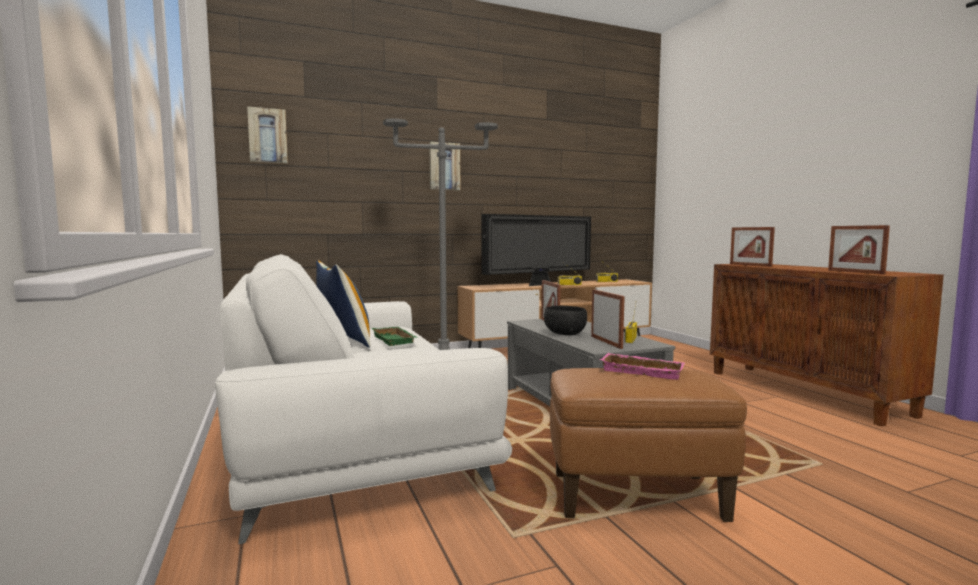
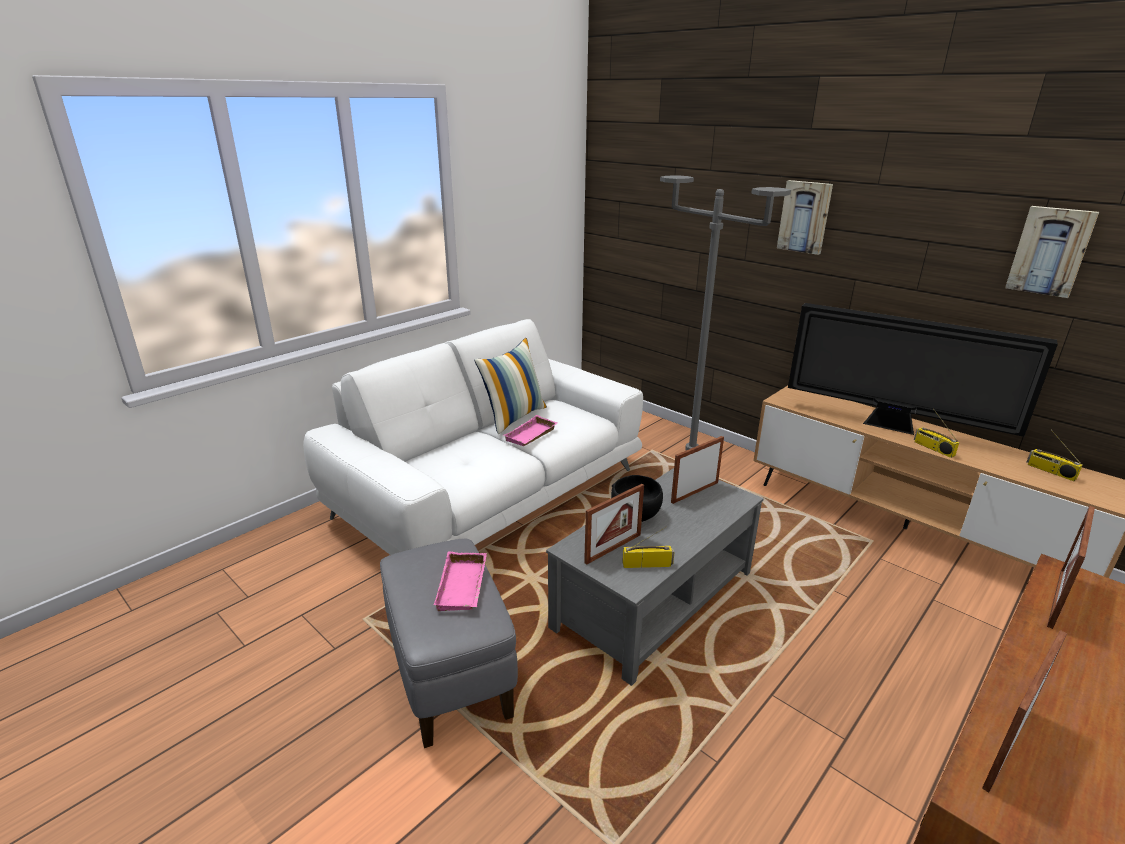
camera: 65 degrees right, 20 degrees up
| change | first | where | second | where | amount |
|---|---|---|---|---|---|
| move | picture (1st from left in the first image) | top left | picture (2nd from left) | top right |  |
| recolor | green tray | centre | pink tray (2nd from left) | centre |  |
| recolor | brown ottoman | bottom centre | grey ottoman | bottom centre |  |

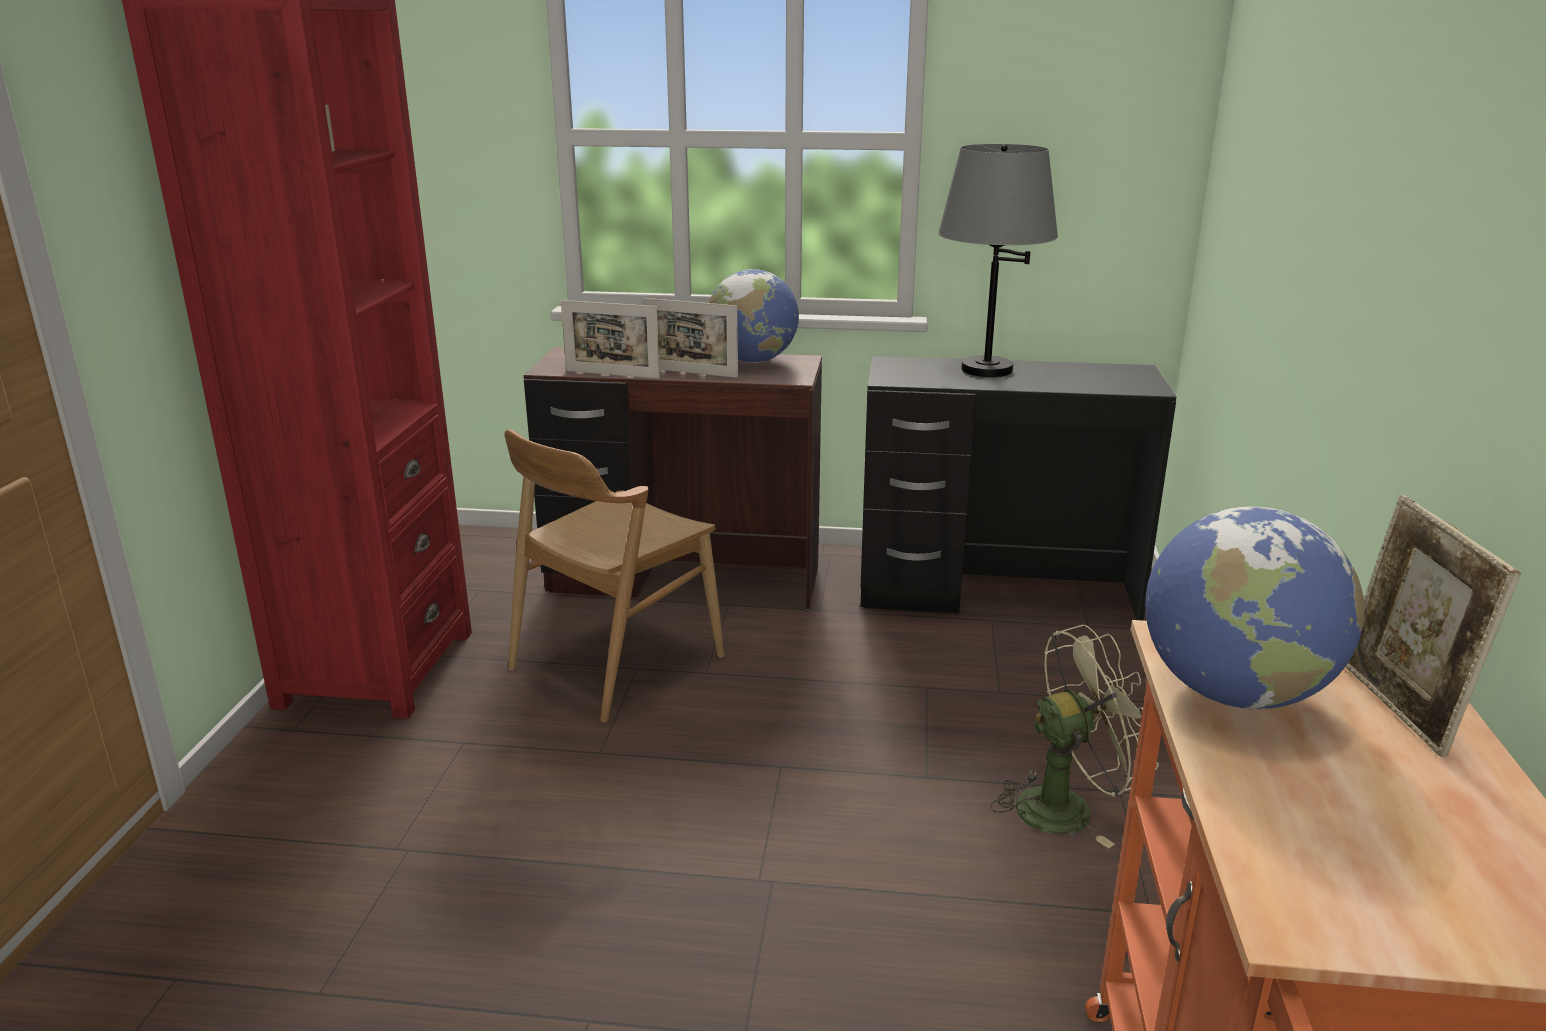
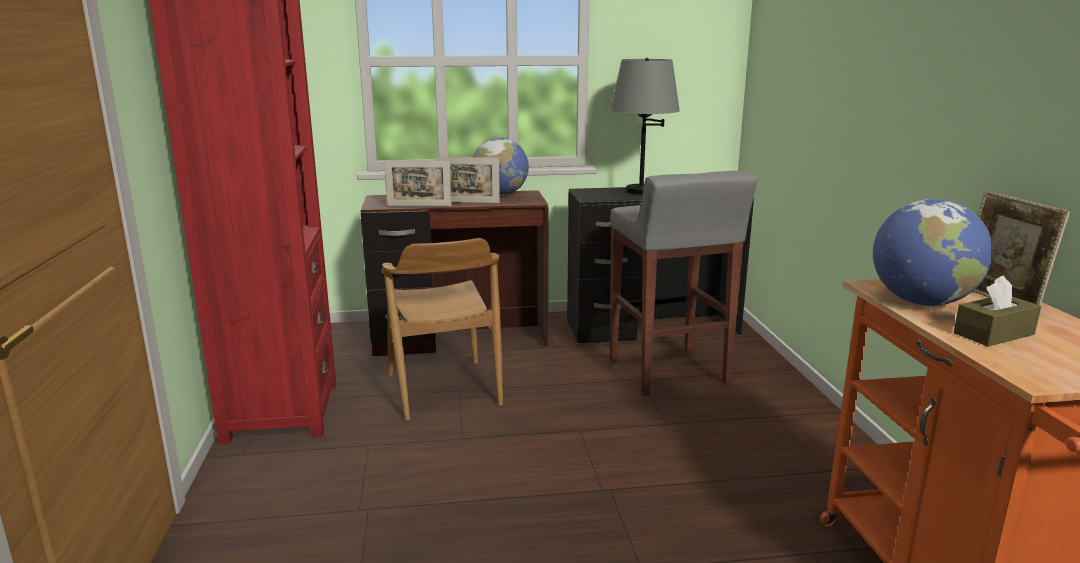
camera: 15 degrees left, 5 degrees down
| change | first | where | second | where | amount |
|---|---|---|---|---|---|
| rotate | brown chair | centre |  | centre | 45 degrees counterclockwise |
| delete | green fan | bottom right |  |  |  |
| insert |  |  | grey stool | centre |  |
| insert |  |  | brown tissue box | middle right |  |

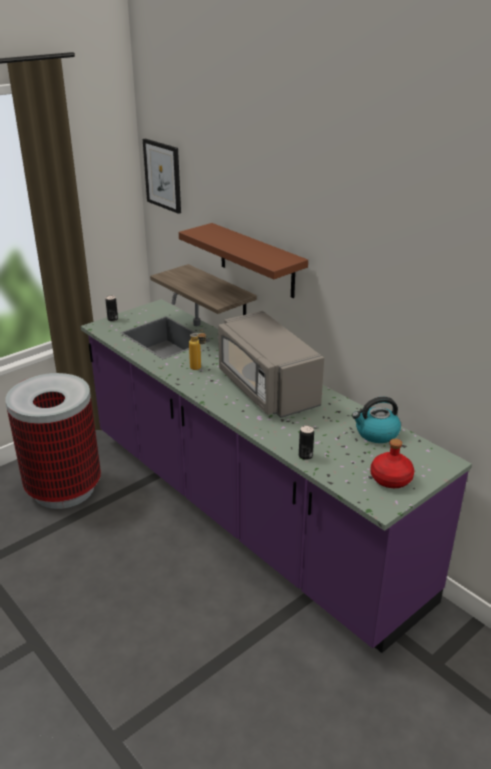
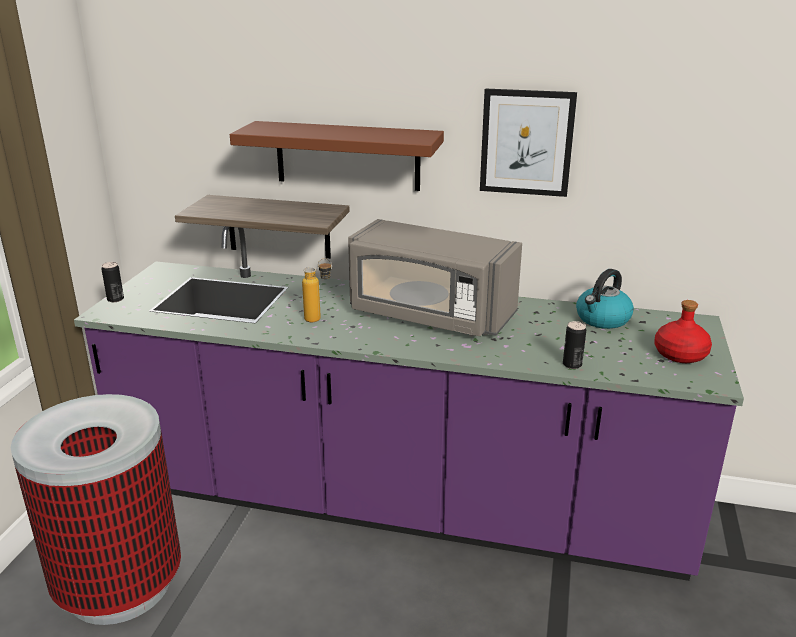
camera: 35 degrees left, 5 degrees down
| change | first | where | second | where | amount |
|---|---|---|---|---|---|
| move | picture | top left |  | top centre |  |

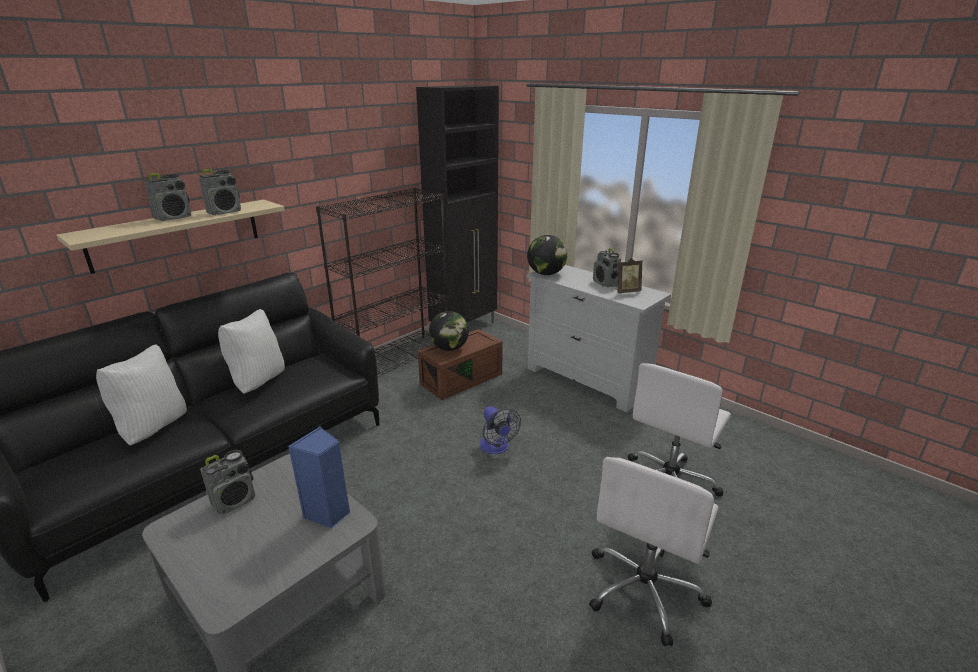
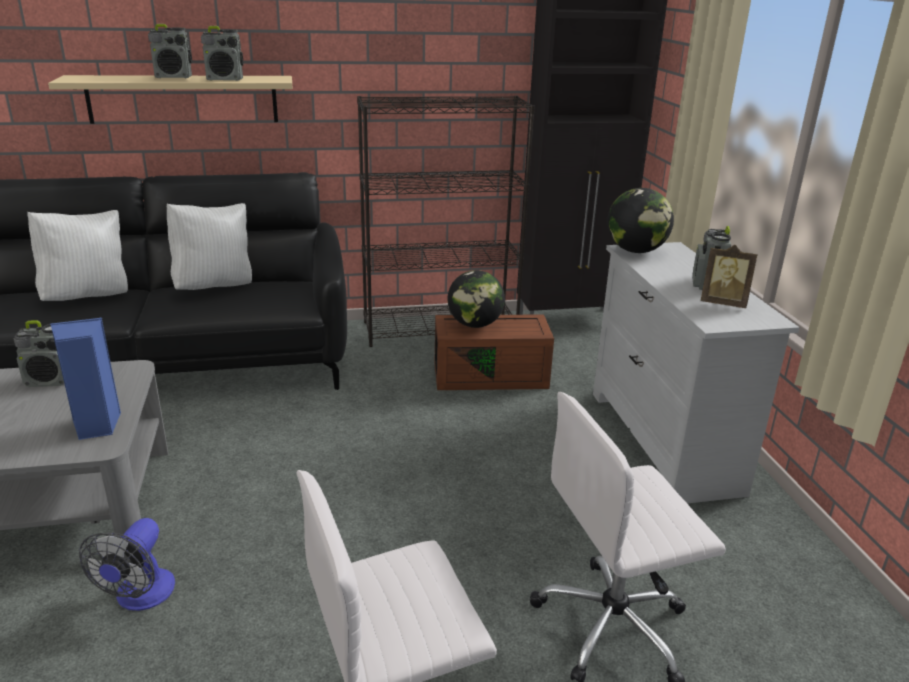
camera: 35 degrees right, 0 degrees up
| change | first | where | second | where | amount |
|---|---|---|---|---|---|
| move | fan | centre |  | bottom left |  |

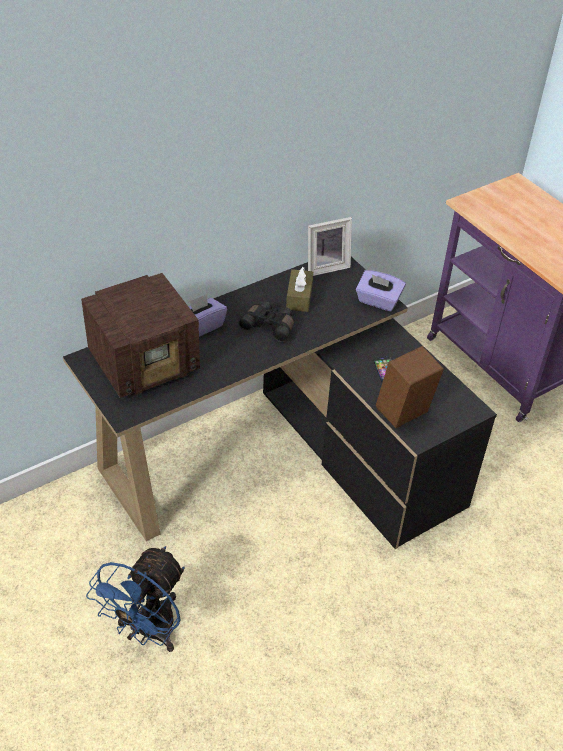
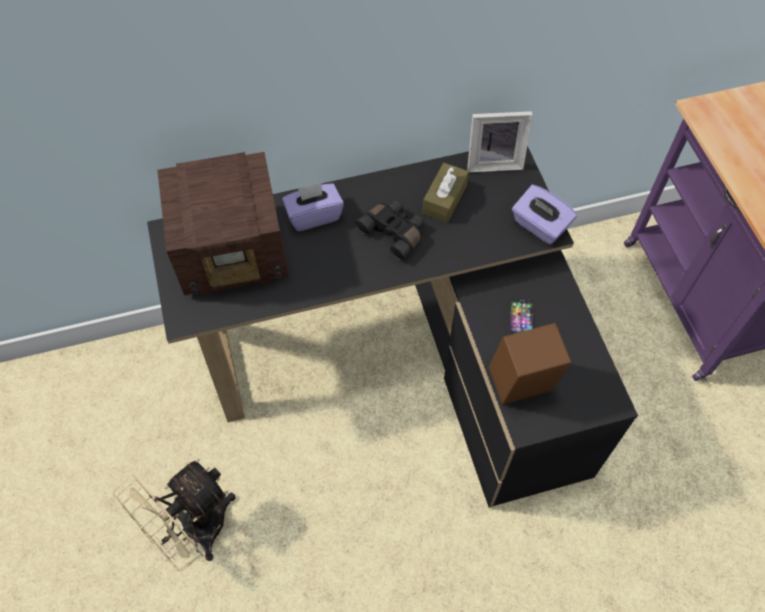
camera: 20 degrees right, 15 degrees up
| change | first | where | second | where | amount |
|---|---|---|---|---|---|
| recolor | blue fan | bottom left | beige fan | bottom left |  |

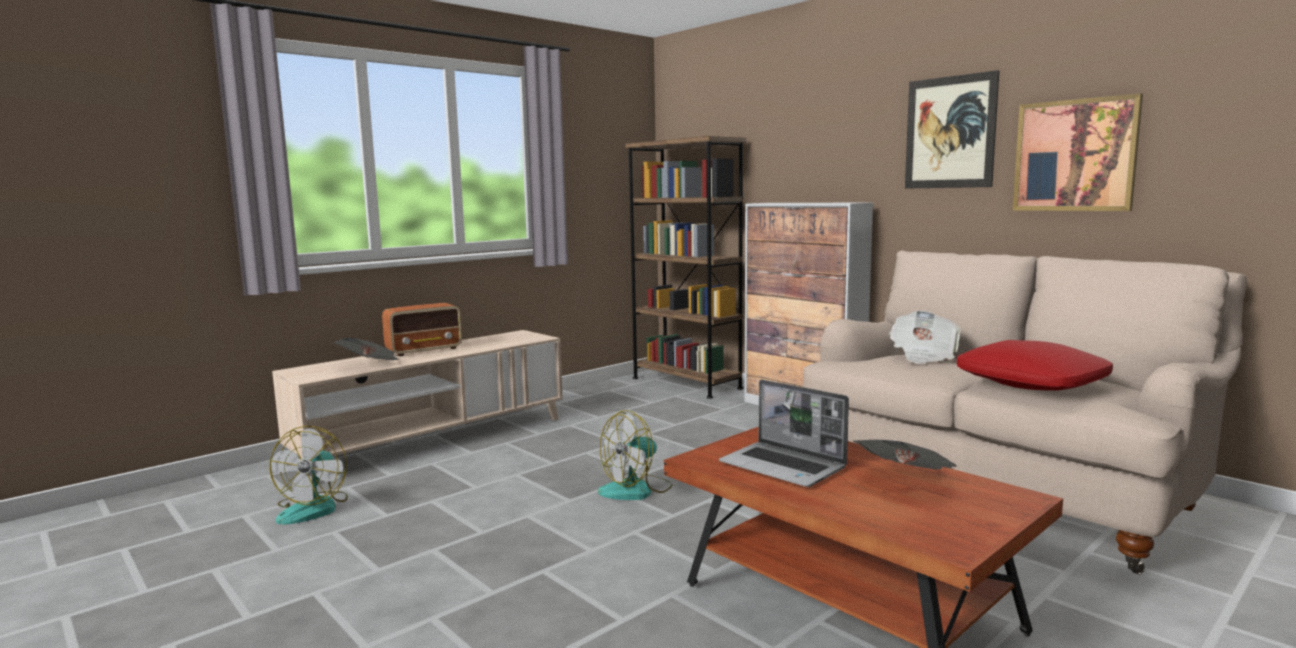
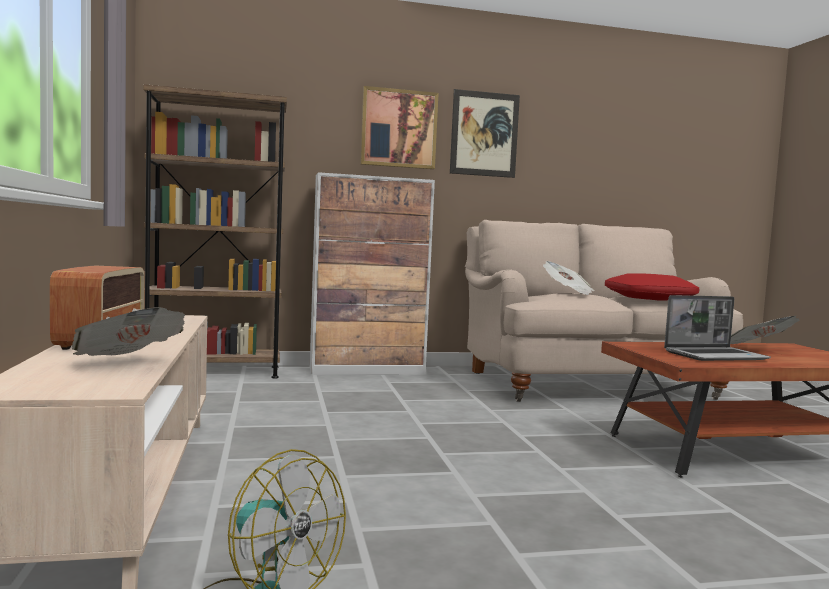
camera: 60 degrees left, 5 degrees down
| change | first | where | second | where | amount |
|---|---|---|---|---|---|
| move | picture (2nd from left in the first image) | top right | picture (1st from left) | top centre |  |
| delete | fan (2nd from left) | bottom centre |  |  |  |

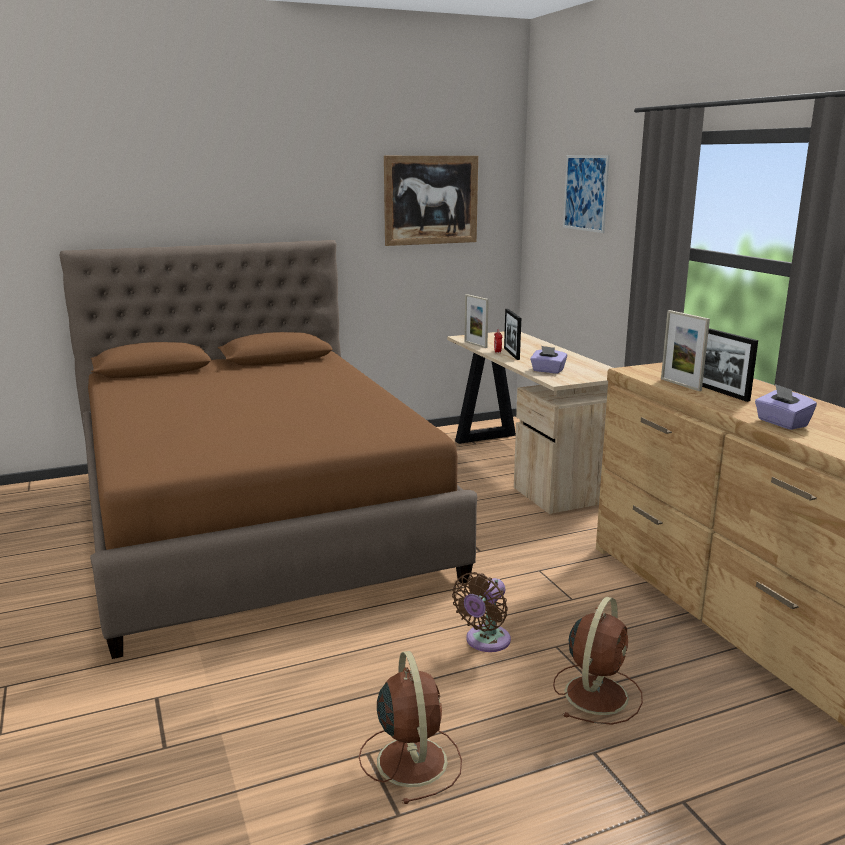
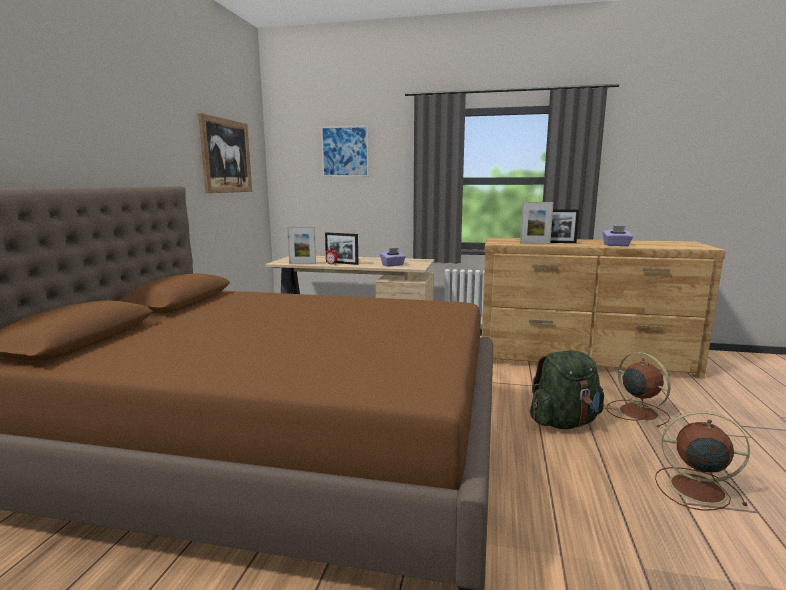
camera: 55 degrees left, 5 degrees down
| change | first | where | second | where | amount |
|---|---|---|---|---|---|
| replace | brown fan (2nd from left) | bottom centre | green backpack | middle right |  |

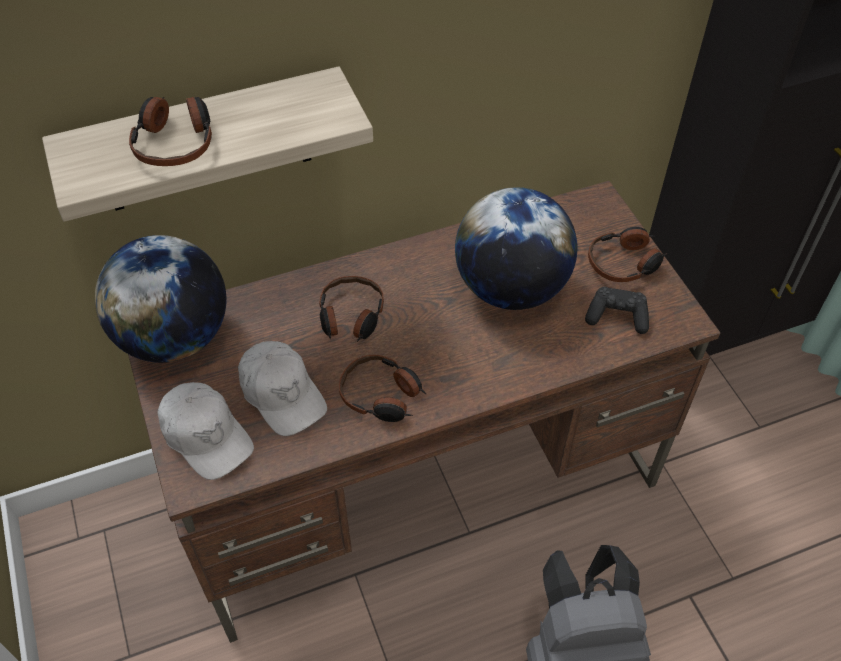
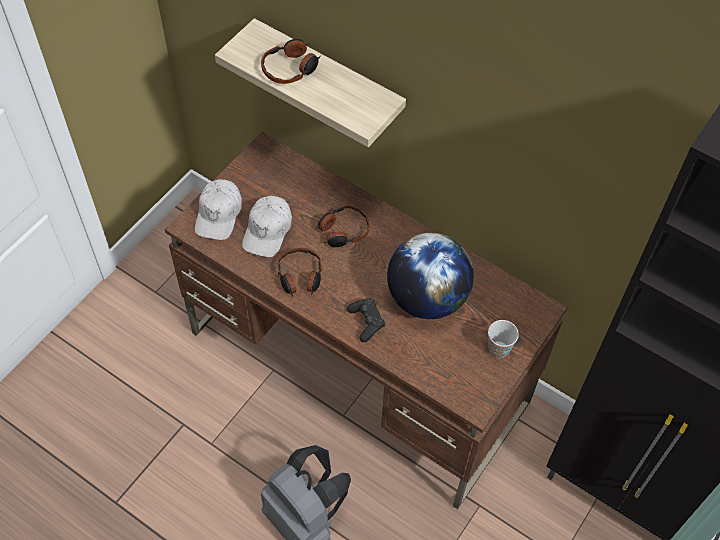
camera: 55 degrees right, 5 degrees up
| change | first | where | second | where | amount |
|---|---|---|---|---|---|
| replace | headphones (4th from left) | middle right | cup | middle right |  |
| delete | globe (1st from left) | middle left |  |  |  |
| move | black game controller | middle right |  | centre |  |

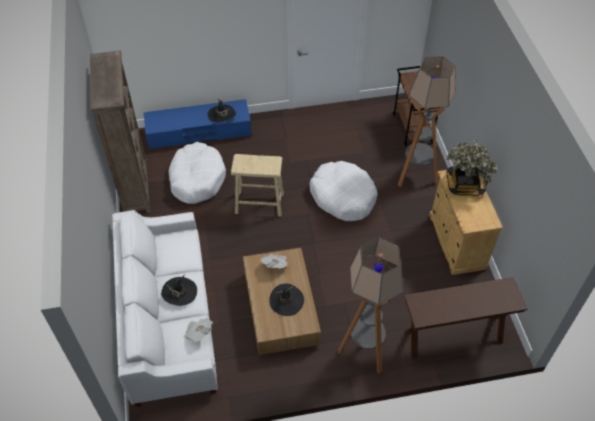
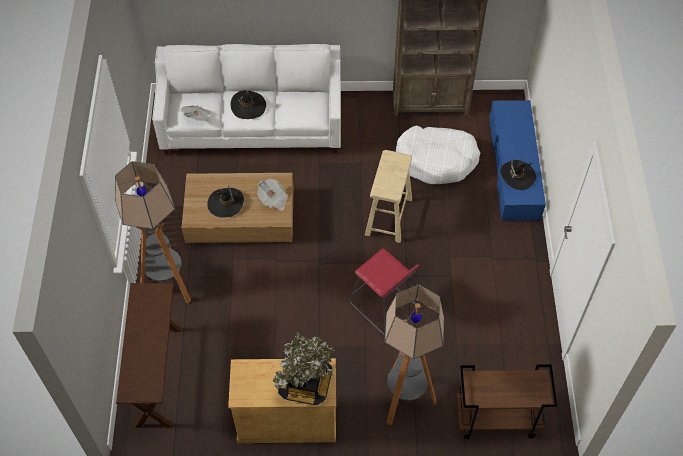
camera: 100 degrees right, 5 degrees up
| change | first | where | second | where | amount |
|---|---|---|---|---|---|
| replace | white dog bed (2nd from left) | centre | red stool | centre |  |

